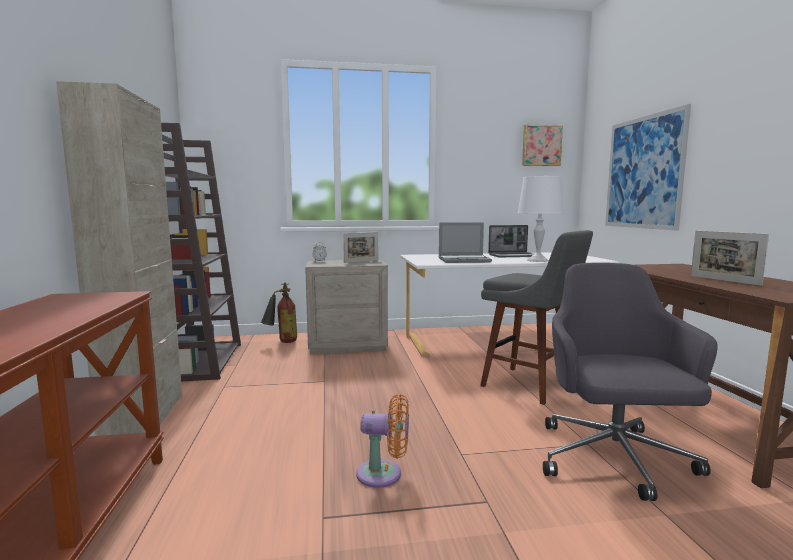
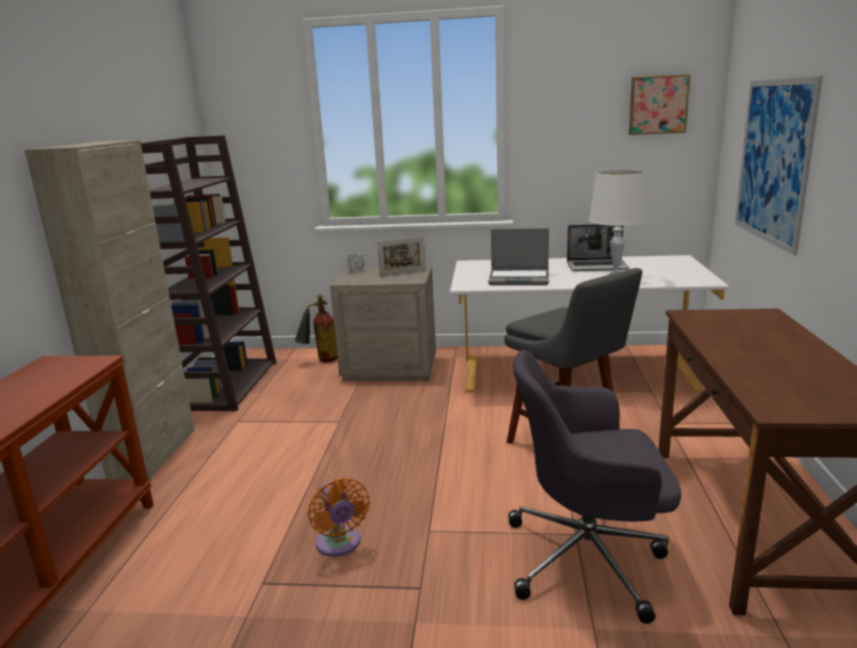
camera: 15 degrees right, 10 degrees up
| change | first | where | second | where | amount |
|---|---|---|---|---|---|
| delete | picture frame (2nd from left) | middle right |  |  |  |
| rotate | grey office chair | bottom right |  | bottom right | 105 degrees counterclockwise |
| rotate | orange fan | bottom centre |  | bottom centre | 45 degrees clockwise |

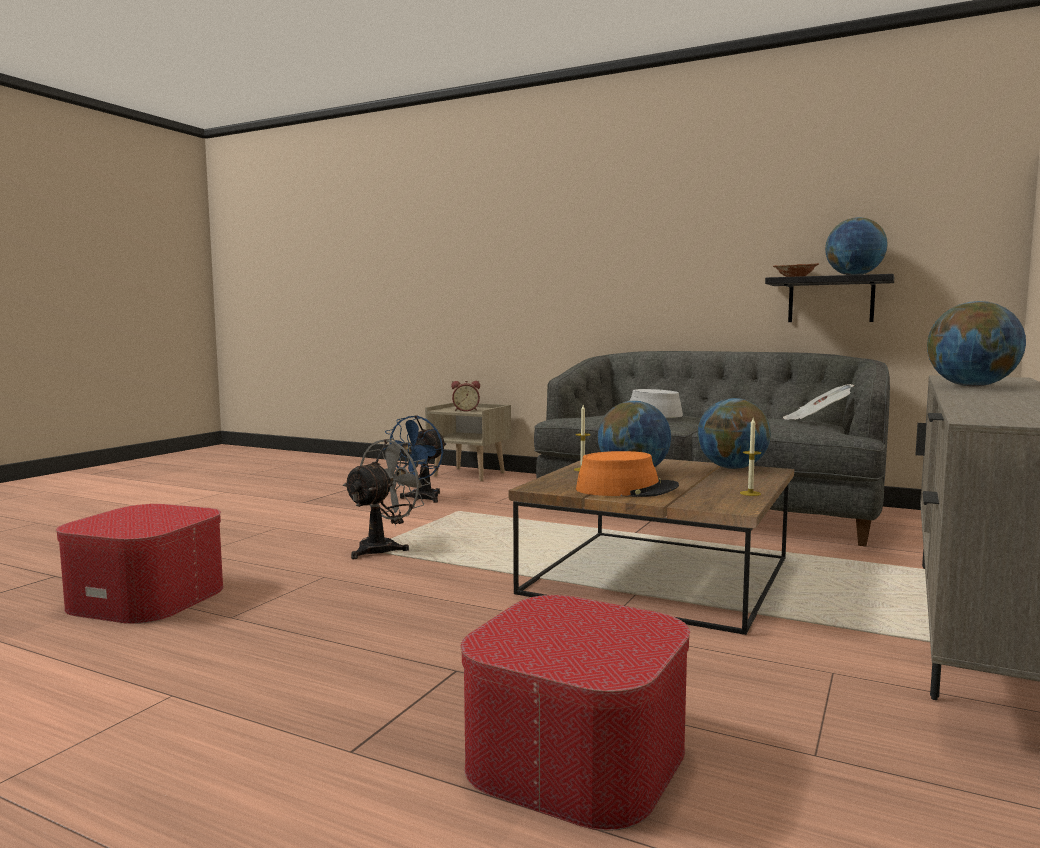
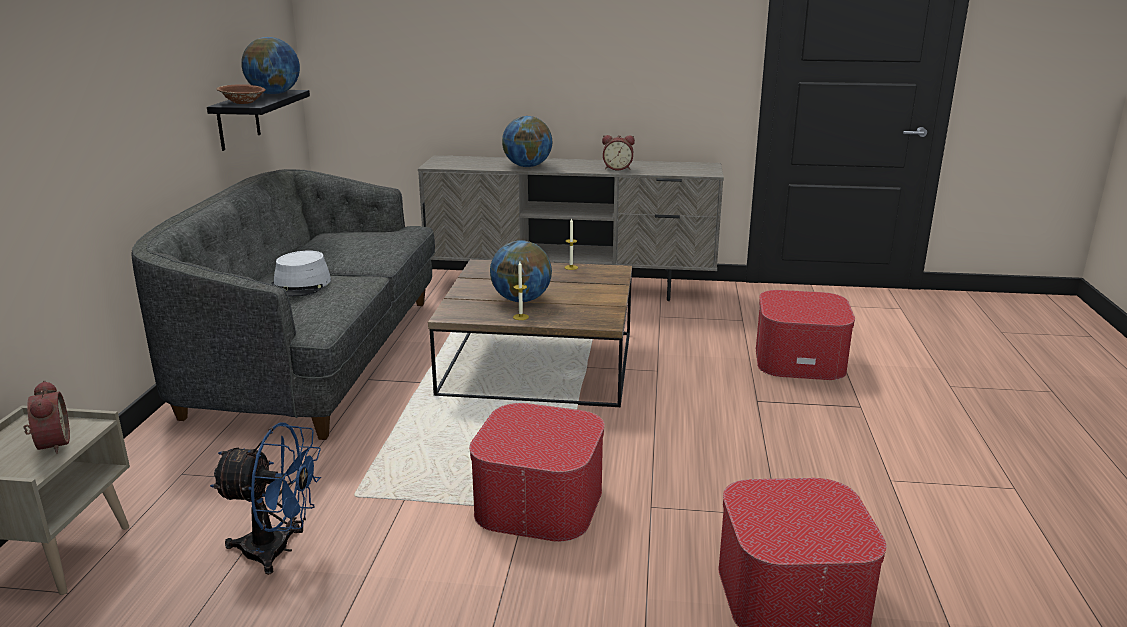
camera: 110 degrees left, 15 degrees up
| change | first | where | second | where | amount |
|---|---|---|---|---|---|
| delete | newspaper | middle right |  |  |  |
| delete | globe (2nd from left) | middle right |  |  |  |
| replace | grey fan | centre | ottoman (1st from left) | bottom centre |  |
| delete | orange hat | centre |  |  |  |
| insert |  |  | alarm clock (2nd from left) | top centre |  |

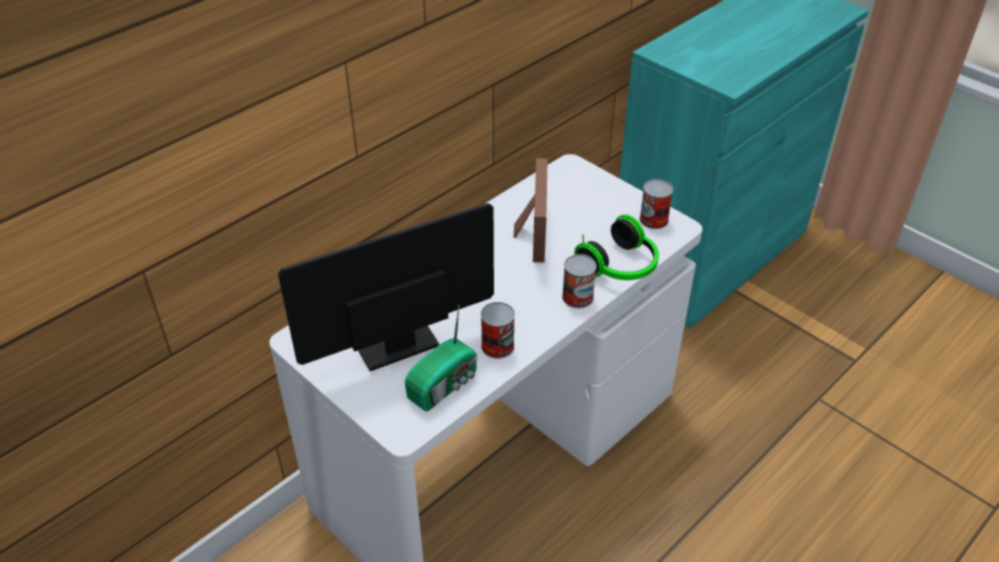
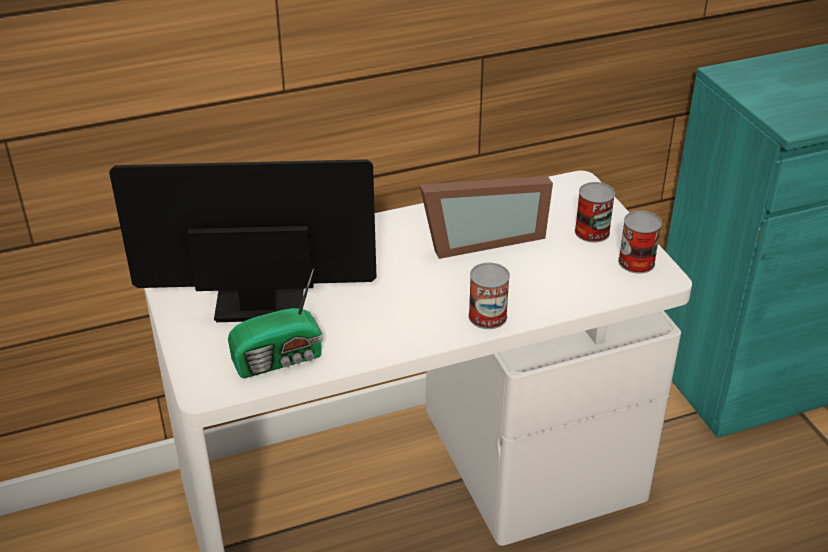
camera: 25 degrees right, 5 degrees down
| change | first | where | second | where | amount |
|---|---|---|---|---|---|
| rotate | picture frame | centre |  | centre | 45 degrees clockwise |
| delete | headphones | centre |  |  |  |
| move | can (1st from left in the first image) | centre | can (2nd from left) | middle right |  |

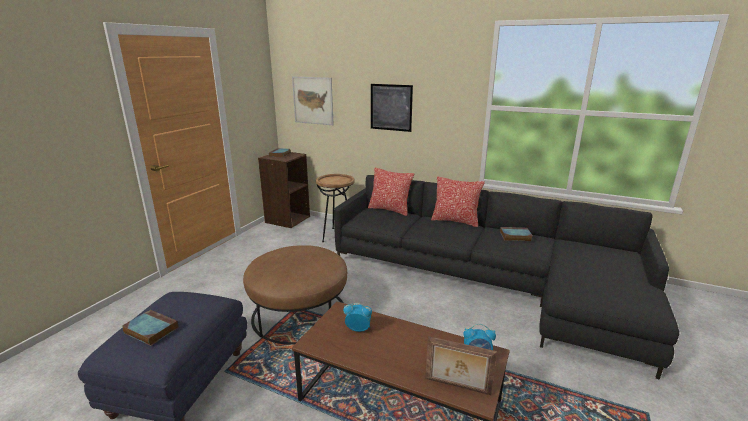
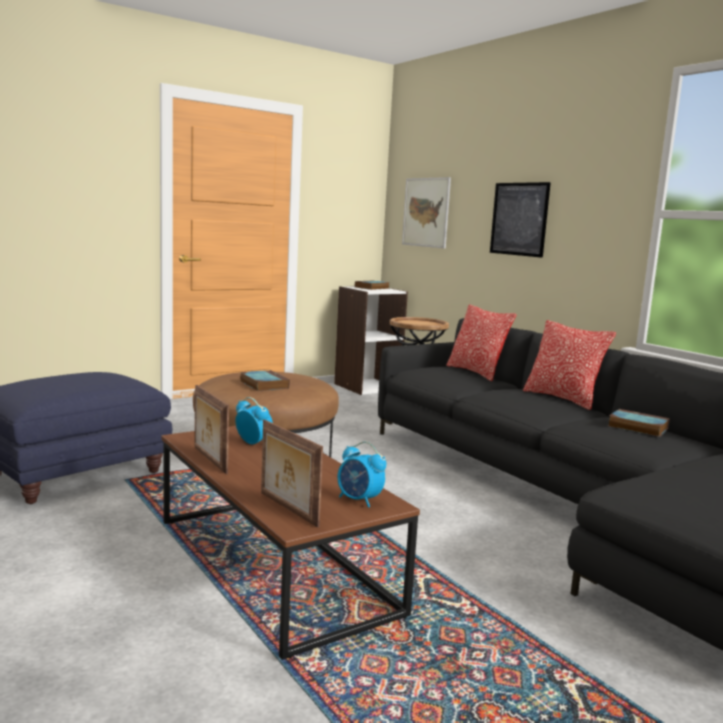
camera: 30 degrees right, 10 degrees down
| change | first | where | second | where | amount |
|---|---|---|---|---|---|
| recolor | brown bookcase | centre | white bookcase | centre |  |
| move | book (1st from left) | bottom left |  | centre |  |
| insert |  |  | picture frame (1st from left) | middle left |  |

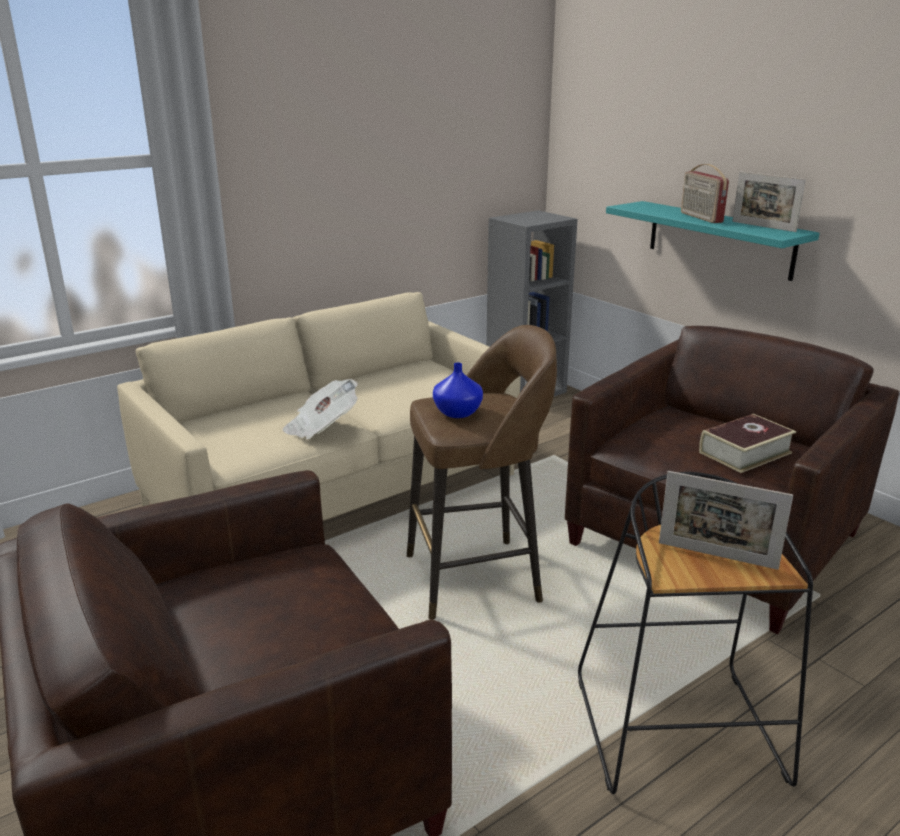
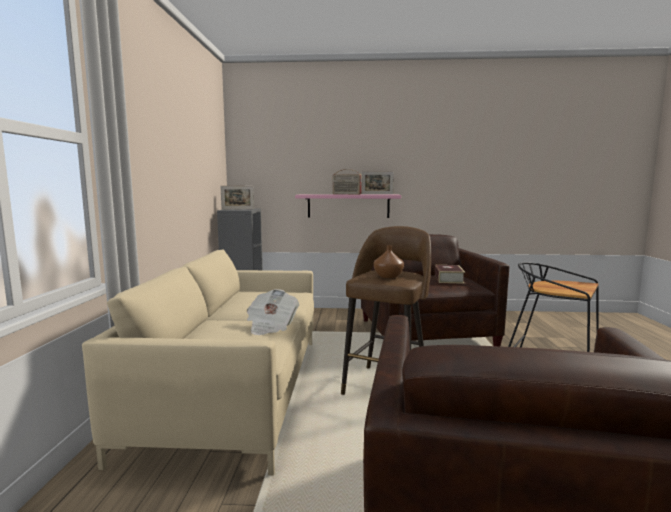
camera: 50 degrees left, 15 degrees down
| change | first | where | second | where | amount |
|---|---|---|---|---|---|
| recolor | turquoise shelf | top right | pink shelf | centre |  |
| recolor | blue vase | centre | brown vase | centre |  |
| move | picture frame (1st from left) | middle right |  | centre |  |

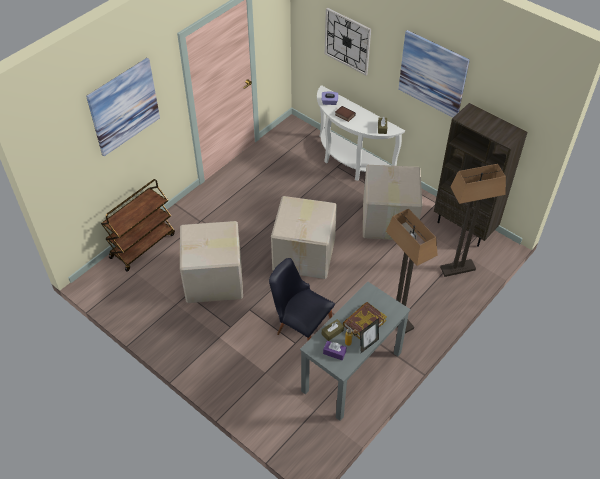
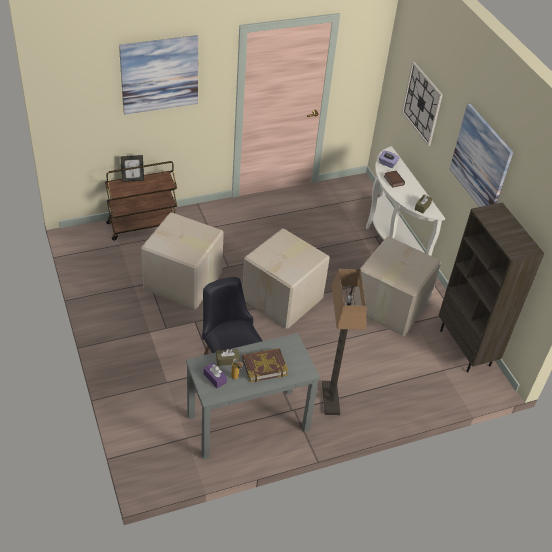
camera: 25 degrees right, 5 degrees down
| change | first | where | second | where | amount |
|---|---|---|---|---|---|
| delete | floor lamp (2nd from left) | middle right |  |  |  |
| move | picture frame | bottom centre |  | top left |  |

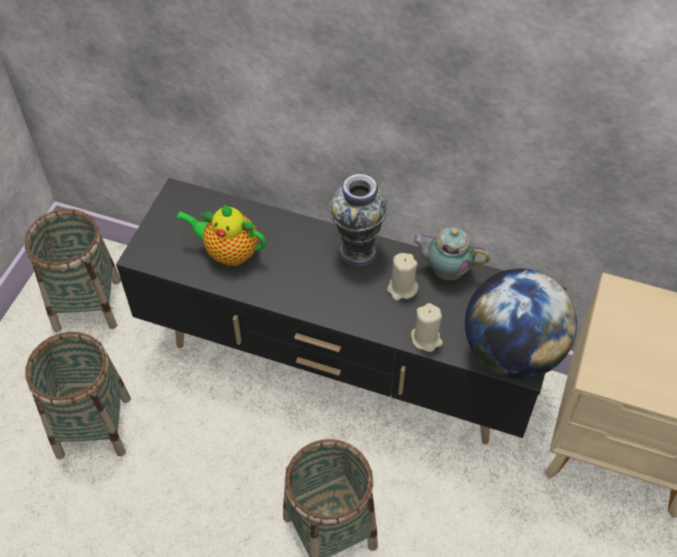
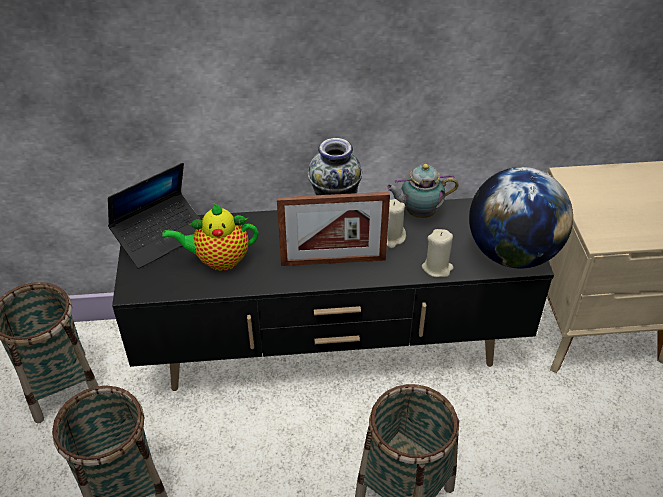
camera: 25 degrees left, 10 degrees down
| change | first | where | second | where | amount |
|---|---|---|---|---|---|
| insert |  |  | laptop | middle left |  |
| insert |  |  | picture frame | centre |  |

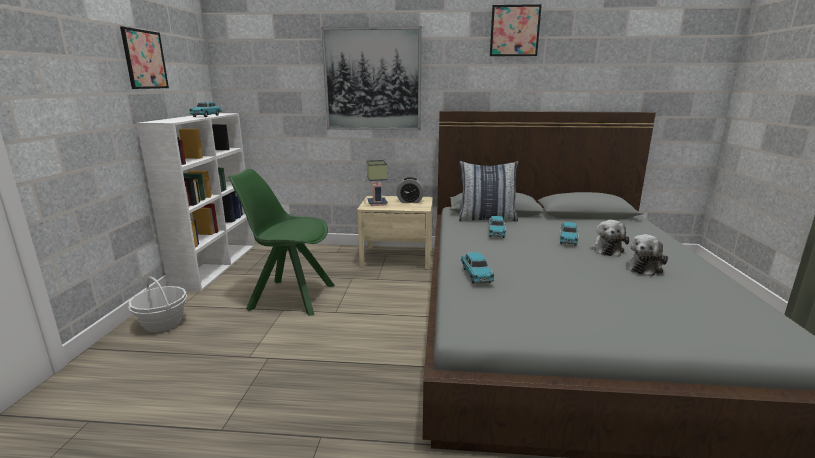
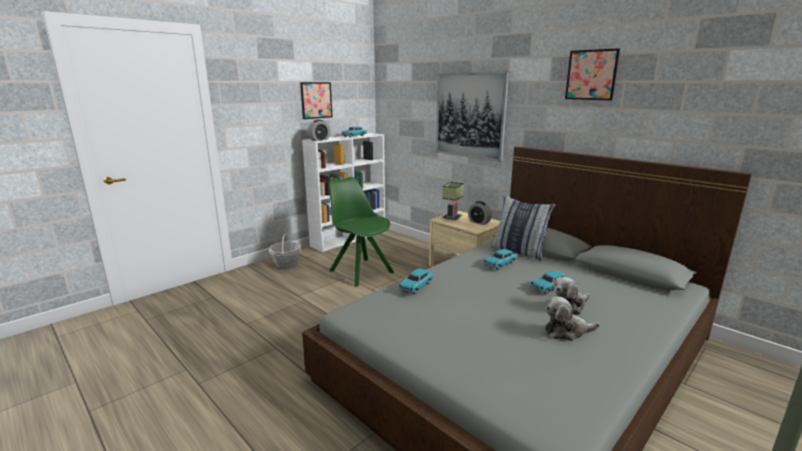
camera: 40 degrees right, 0 degrees up
| change | first | where | second | where | amount |
|---|---|---|---|---|---|
| insert |  |  | alarm clock (1st from left) | top centre |  |

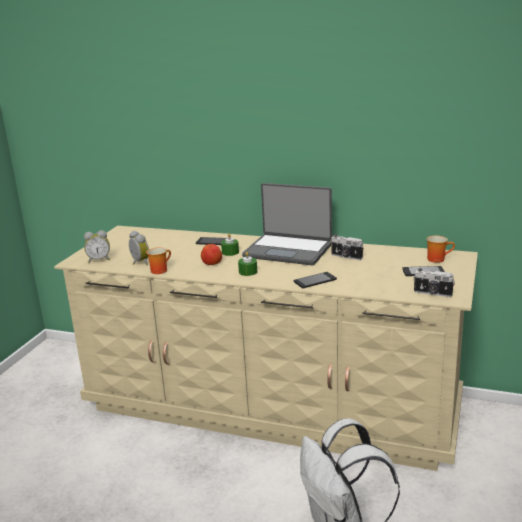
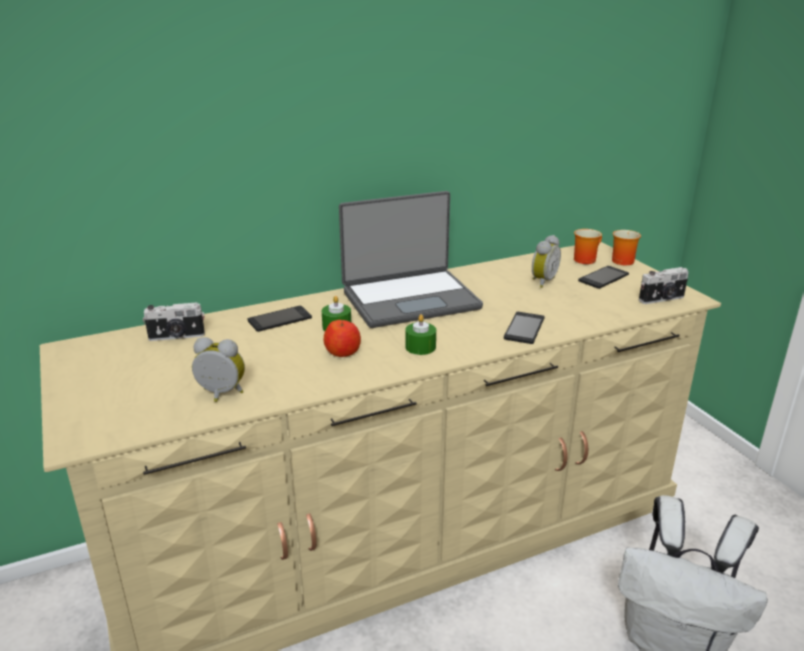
camera: 45 degrees left, 5 degrees up
| change | first | where | second | where | amount |
|---|---|---|---|---|---|
| move | alarm clock (1st from left in the first image) | middle left | alarm clock (2nd from left) | middle right |  |
| move | photo camera (1st from left) | centre |  | middle left |  |
| move | mug (1st from left in the first image) | middle left | mug (2nd from left) | middle right |  |

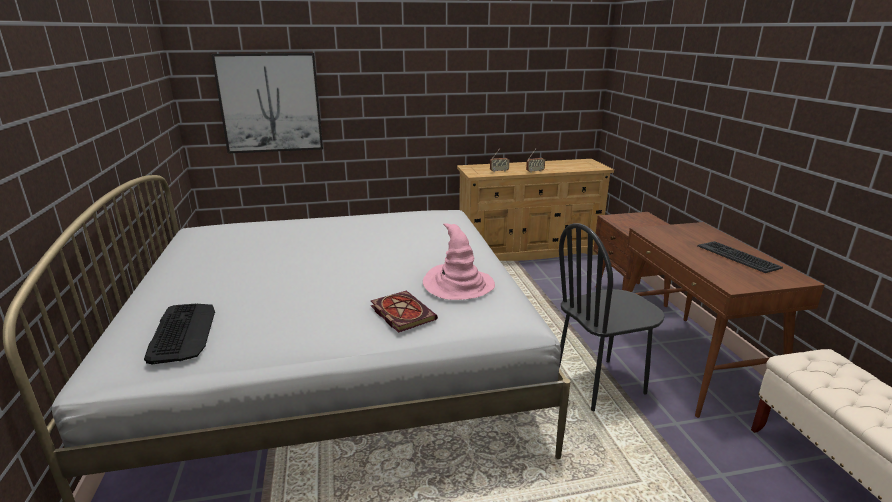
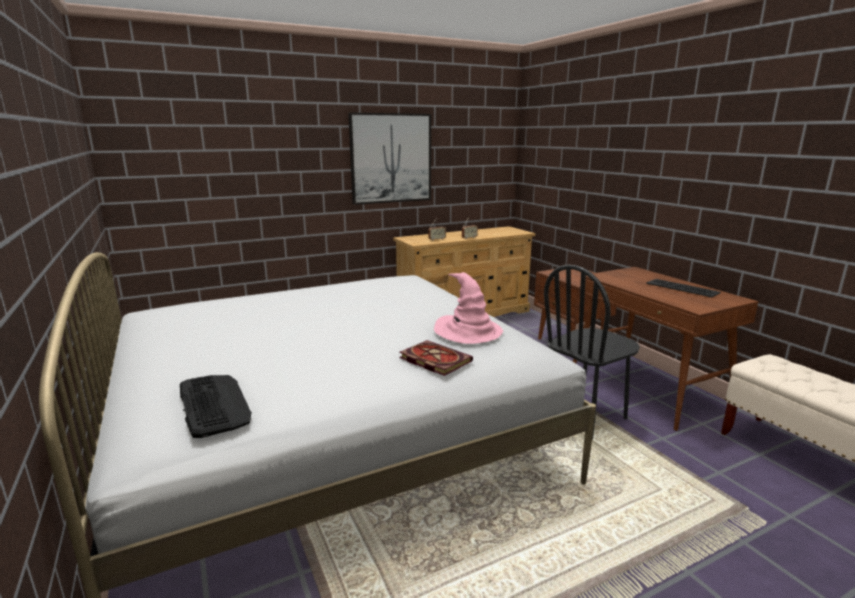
camera: 15 degrees left, 5 degrees down
| change | first | where | second | where | amount |
|---|---|---|---|---|---|
| move | picture | top left |  | top centre |  |

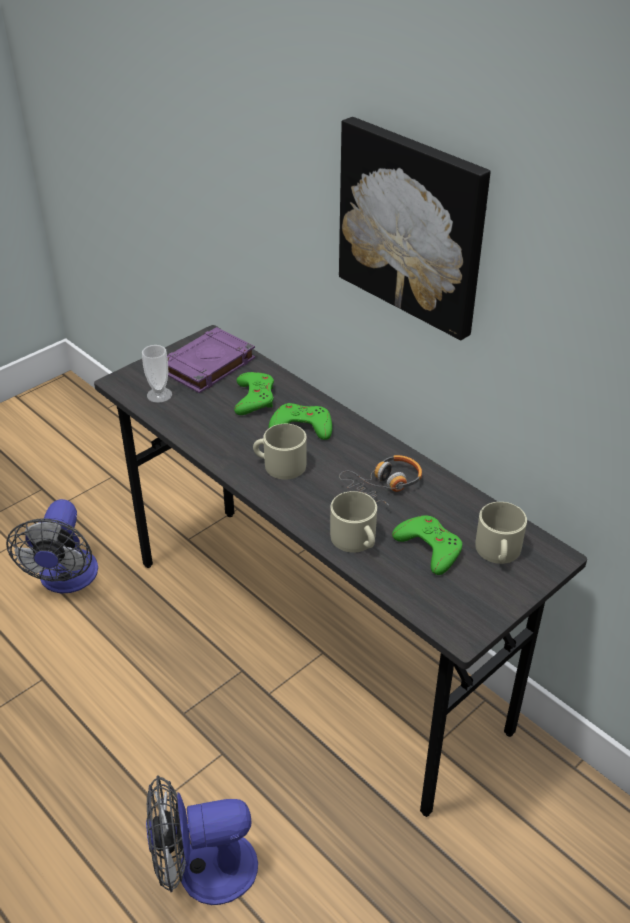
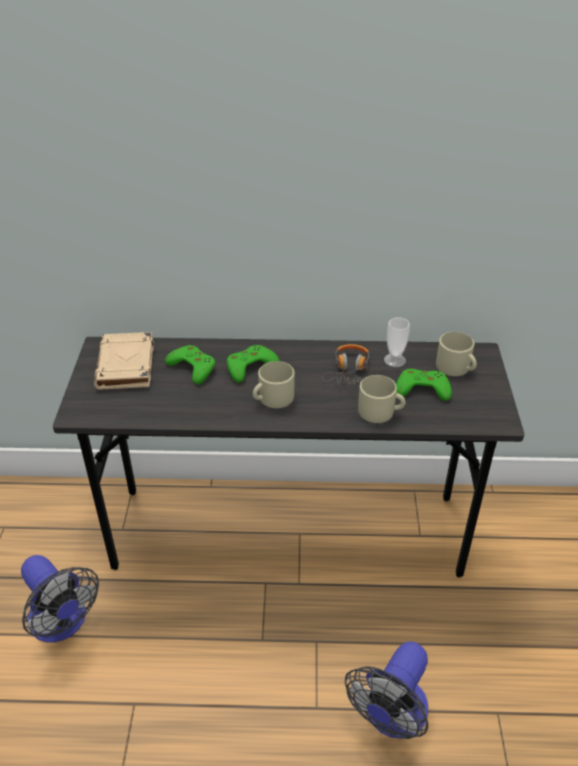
camera: 45 degrees left, 0 degrees up
| change | first | where | second | where | amount |
|---|---|---|---|---|---|
| delete | picture | top centre |  |  |  |
| recolor | purple book | centre | beige book | middle left |  |
| move | cup | middle left |  | middle right |  |

